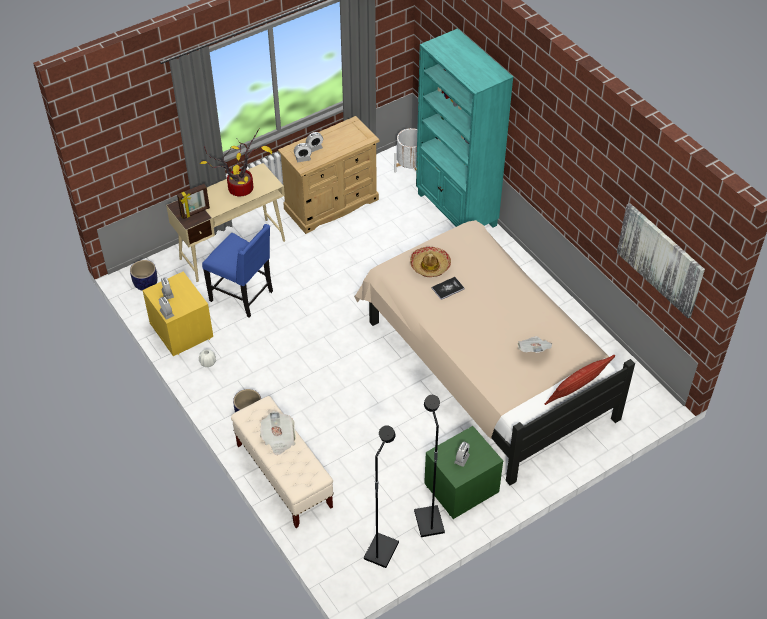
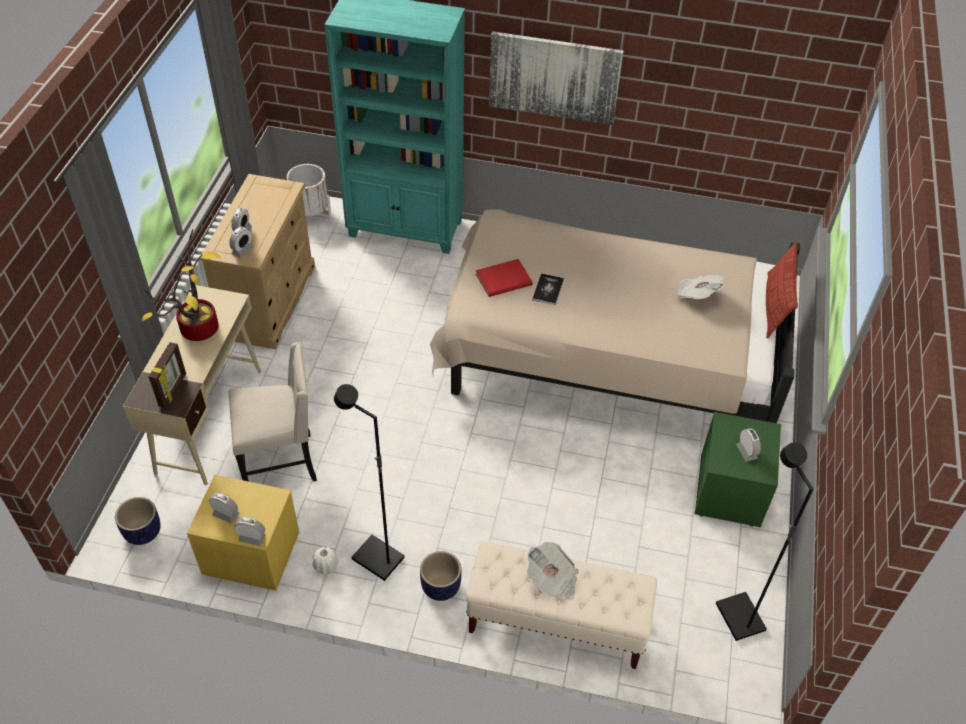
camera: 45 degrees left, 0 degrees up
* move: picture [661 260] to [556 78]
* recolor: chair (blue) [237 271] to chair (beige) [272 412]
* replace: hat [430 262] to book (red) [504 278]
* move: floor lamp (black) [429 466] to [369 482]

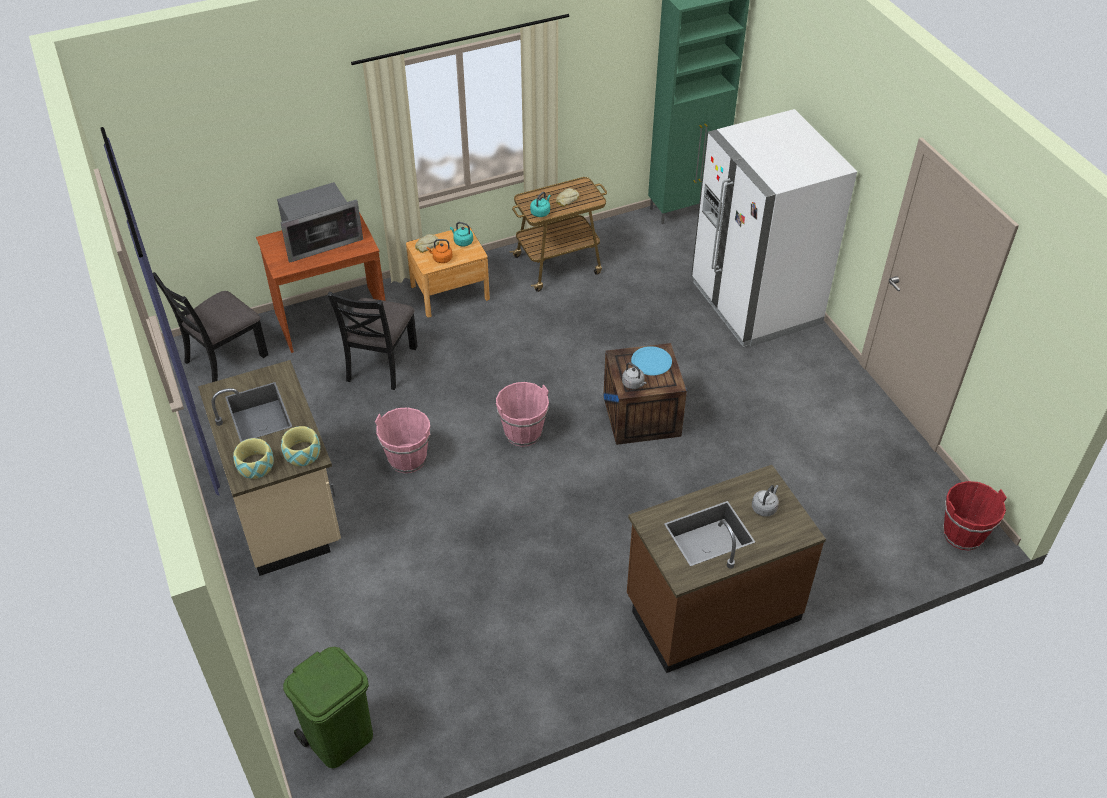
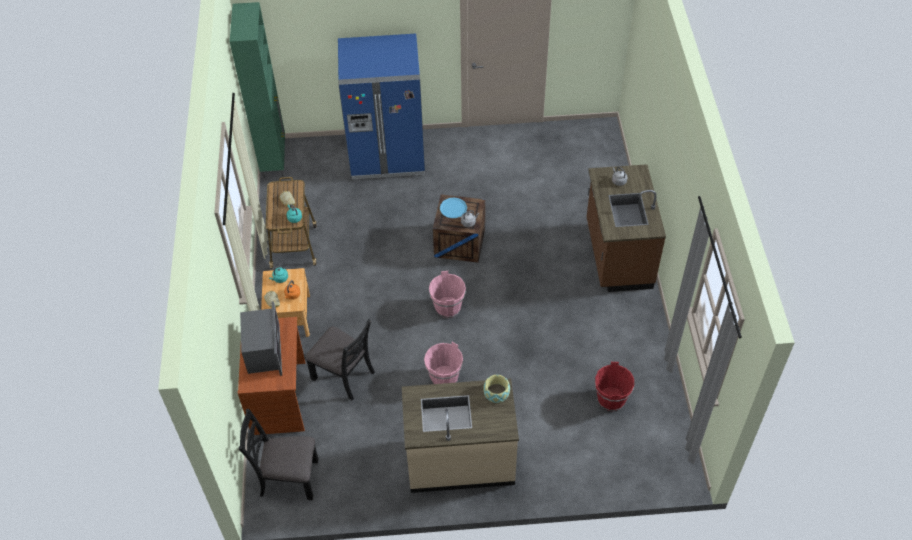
camera: 70 degrees left, 5 degrees up
* recolor: fridge (white) [774 228] to fridge (blue) [381 106]
* rotate: chair (black) [210 327] = [278 454] 120 degrees clockwise
* delete: bowl [253 458]
* move: bucket (red) [975 515] to [614 386]
* delete: trash can (green) [328 708]

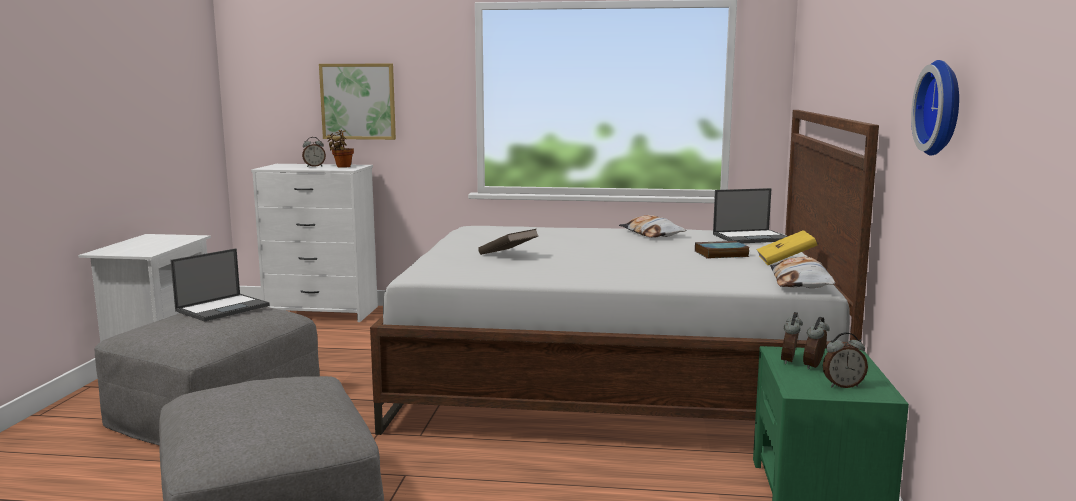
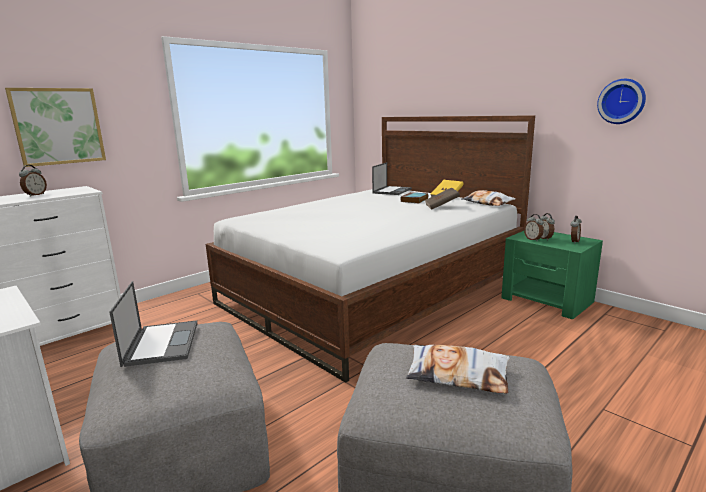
camera: 50 degrees left, 5 degrees up
* delete: potted plant [340 149]
* move: pillow [652 226] to [458 369]
* move: book (brown) [508 242] to [442 199]

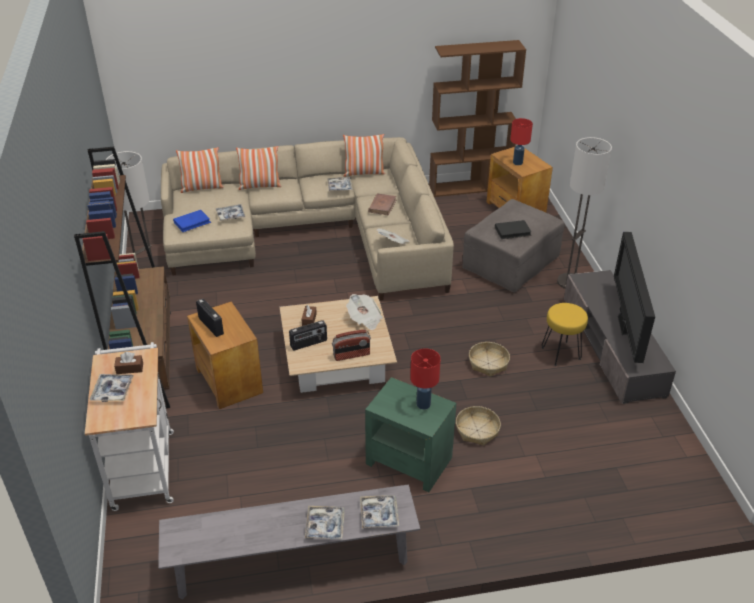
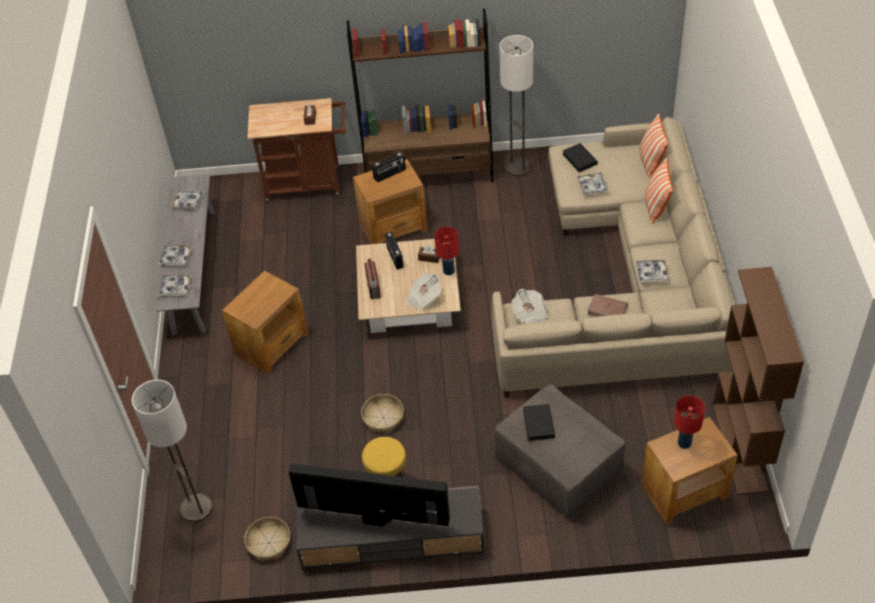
camera: 100 degrees right, 10 degrees up
* delete: pillow [364 155]
* move: floor lamp [584 213] to [172 451]
* recolor: book (blue) [192 221] to book (black) [580 157]
* recolor: cart (white) [129 426] to cart (brown) [296 150]
* move: table lamp (red) [425 379] to [446 251]
* move: tray [111 388] to [187 199]
* recolor: side table (green) [410 434] to side table (brown) [265 322]
* move: basket [478 426] to [267 538]

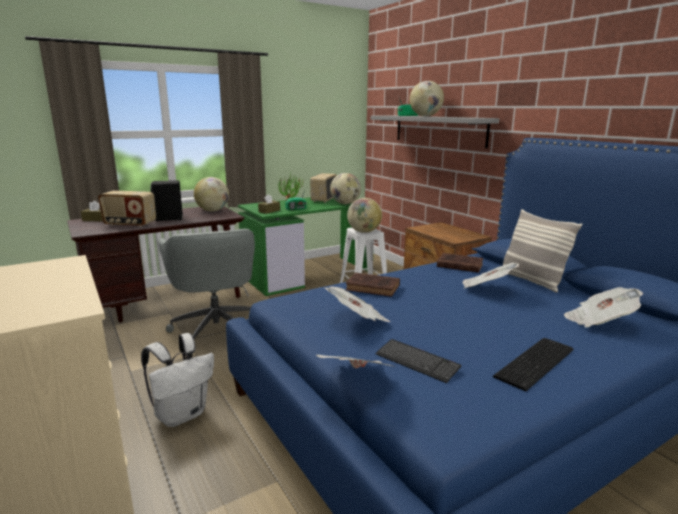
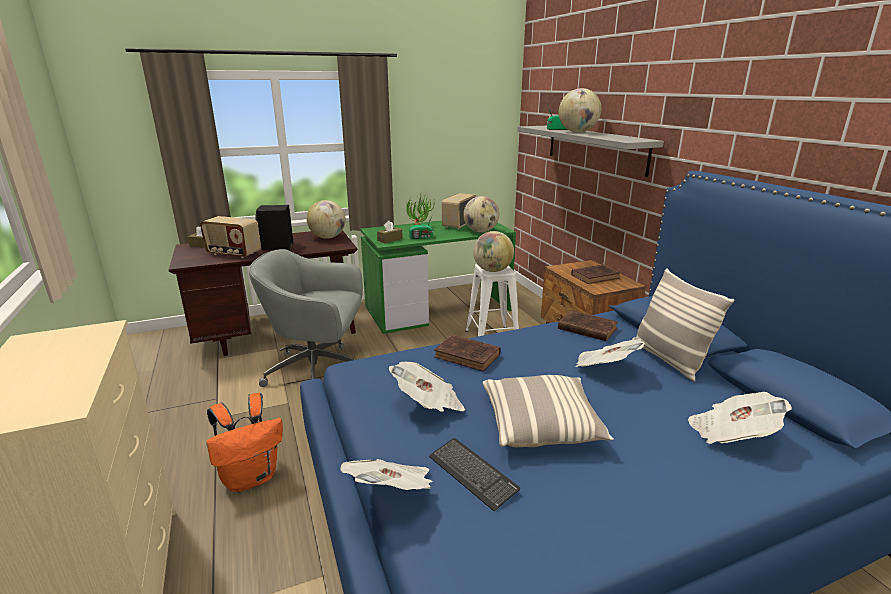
camera: 10 degrees right, 5 degrees up
* rotate: office chair (grey) [206 284] = [306 318] 105 degrees clockwise
* recolor: backpack (white) [177 380] to backpack (orange) [244 442]
* delete: keyboard [533 365]
* insert: book (brown) [596 274]
* insert: pillow [548 411]

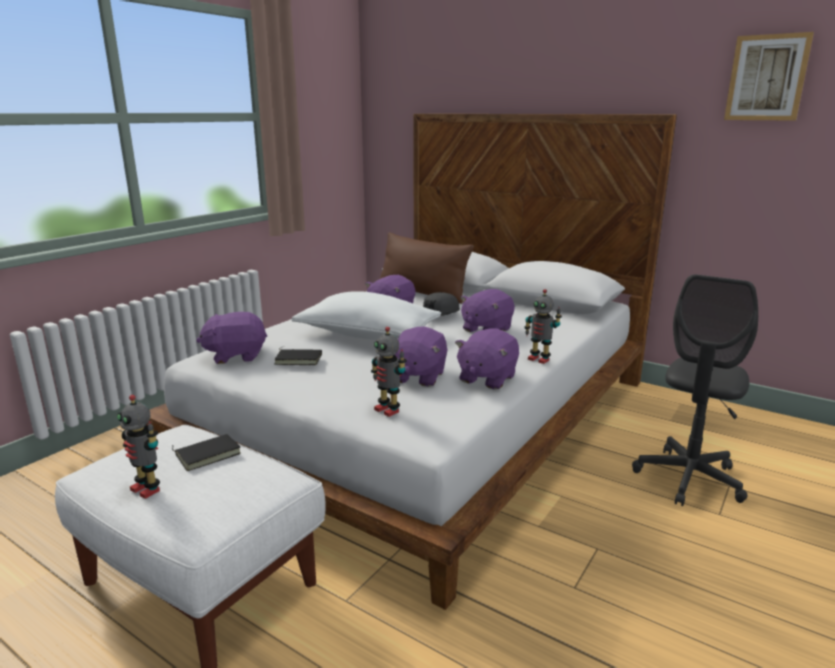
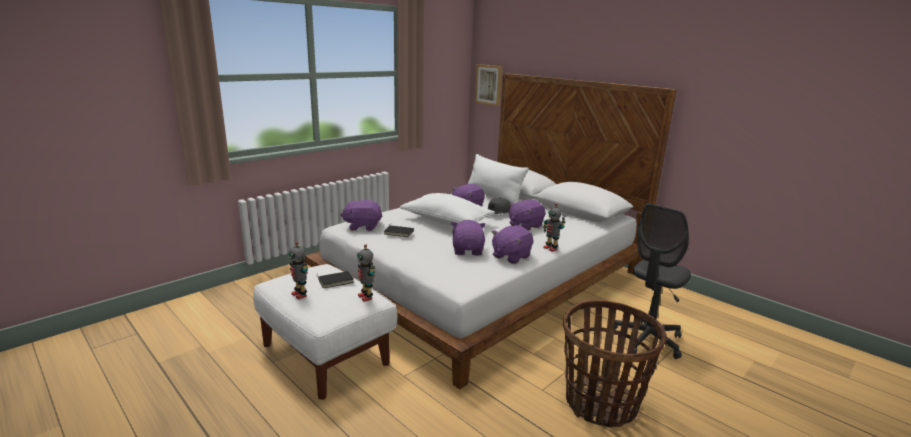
camera: 10 degrees right, 0 degrees up
* move: picture [769 76] to [488 85]
* recolor: pillow (brown) [427 268] to pillow (white) [498 179]
* rotate: plush toy (purple) [421 356] = [468 237] 150 degrees clockwise
* move: toy robot [389 372] to [366 273]
* insert: basket [615 363]

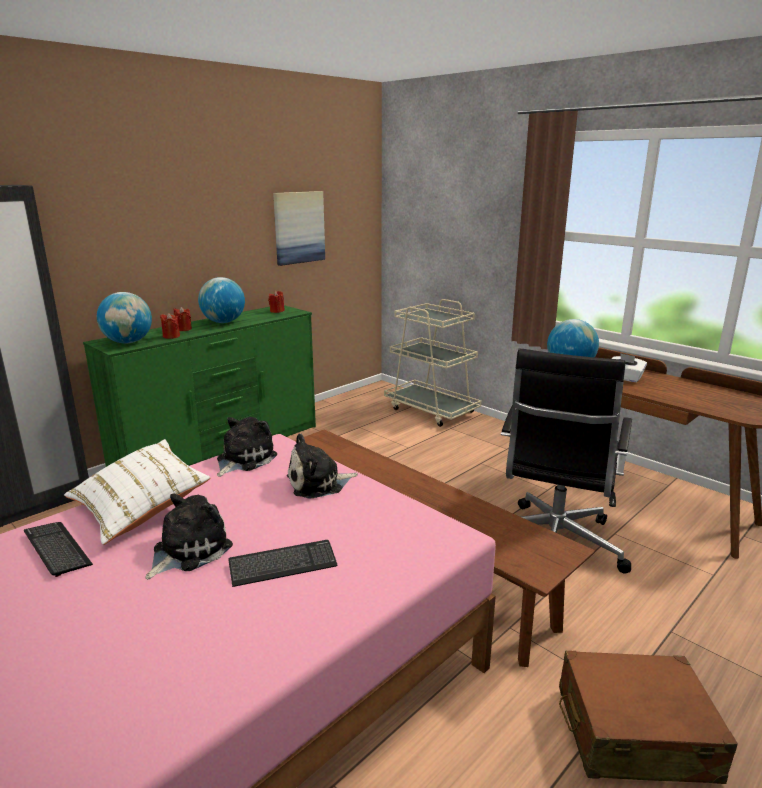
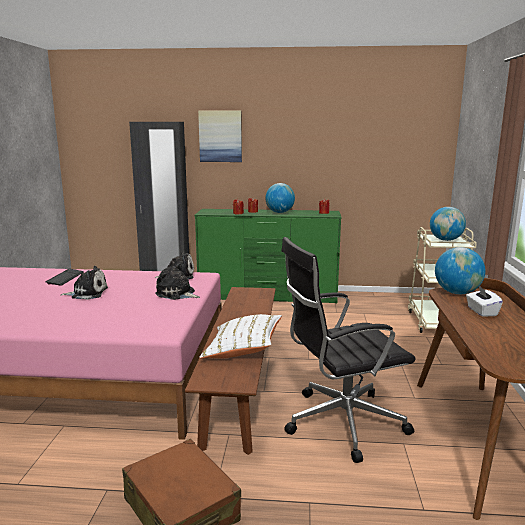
camera: 50 degrees right, 5 degrees down
* move: picture [299 228] to [220 136]
* move: globe [124 318] to [448 224]
* move: pillow (white) [137 492] to [240 336]
* delete: keyboard [283 563]

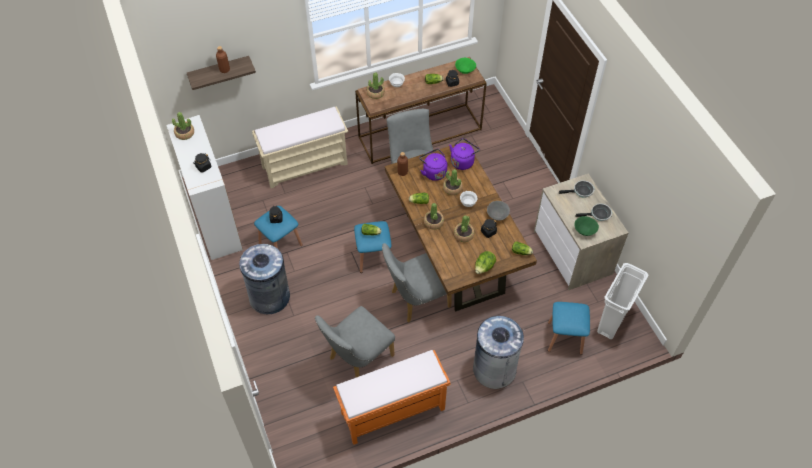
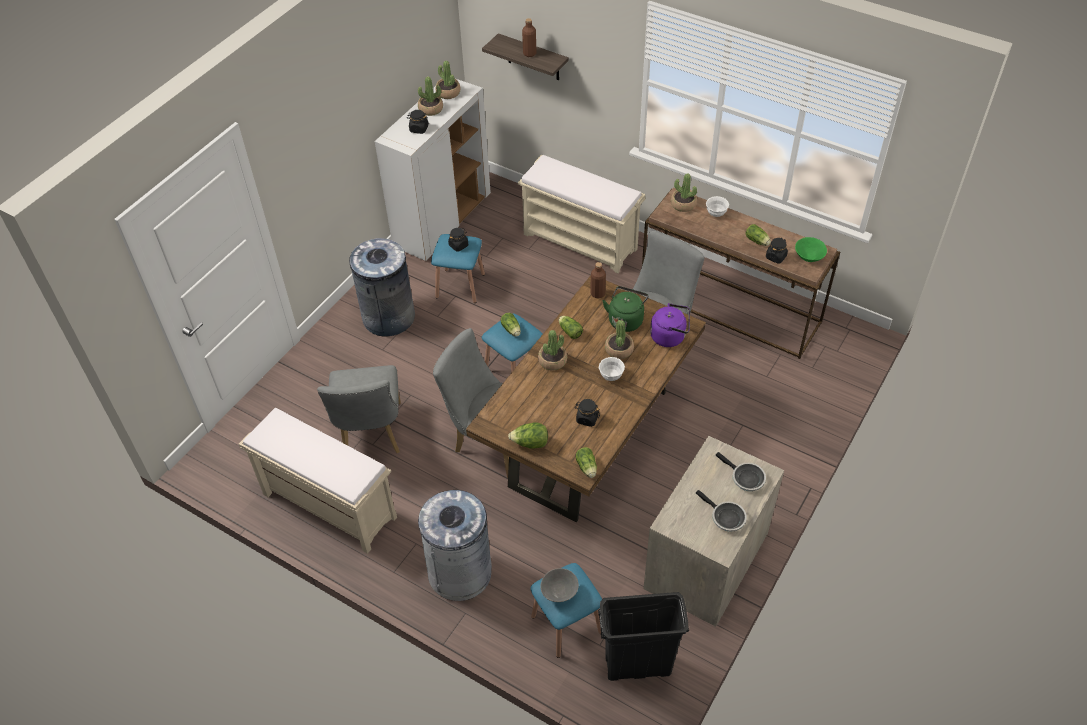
camera: 55 degrees right, 5 degrees down
* recolor: kettle (purple) [433 165] to kettle (green) [626 309]
* move: bowl (grey) [498 211] to [559 585]
* move: potted plant [464 229] to [430 96]
* delete: bowl (green) [586 226]
* recolor: trash can (white) [622 301] to trash can (black) [643 636]
* rotate: chair (grey) [355 342] = [359 409] 105 degrees counterclockwise
* recolor: bench (orange) [392 397] to bench (beige) [318 481]

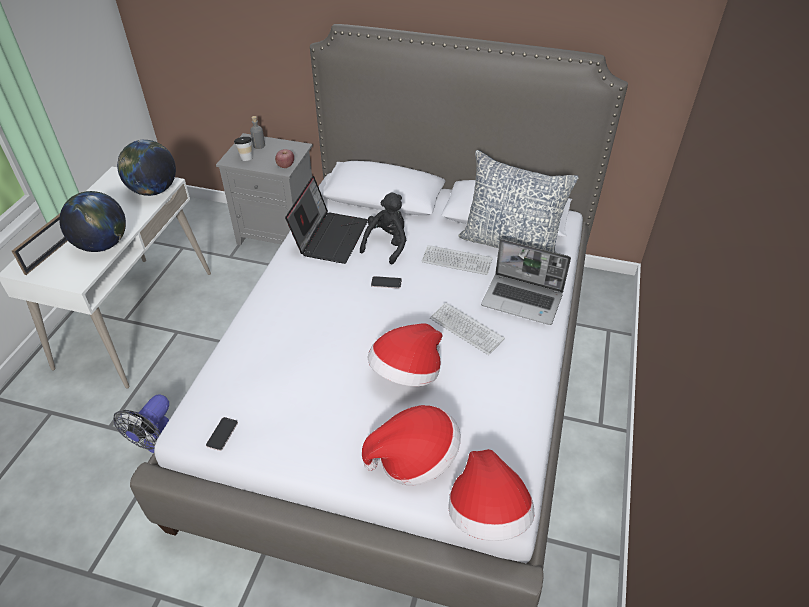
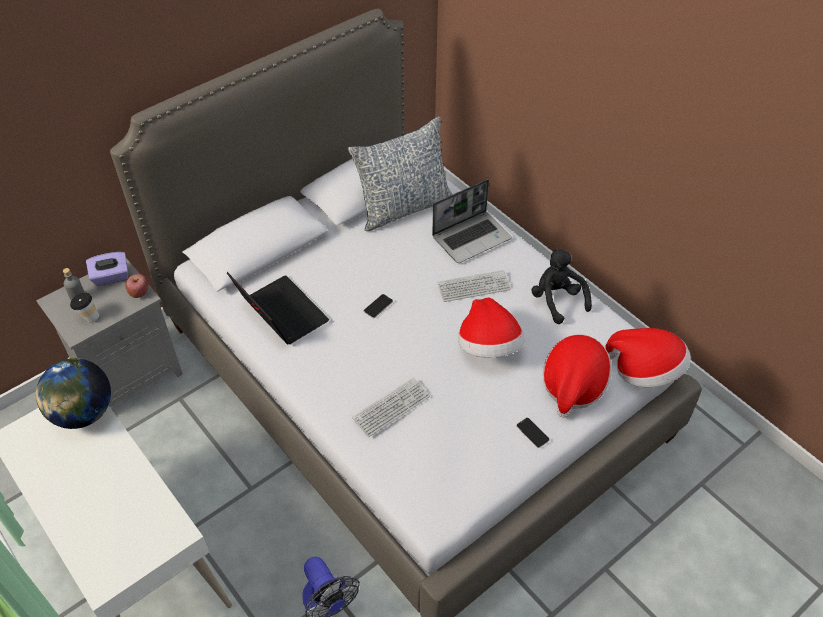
camera: 55 degrees left, 5 degrees up
* delete: globe [92 221]
* move: plush toy (black) [383 228] to [561 286]
* delete: picture frame [40 244]
* move: keyboard [457 260] to [391 407]
* move: phone [222 434] to [533 433]
* insert: tissue box (purple) [107 269]

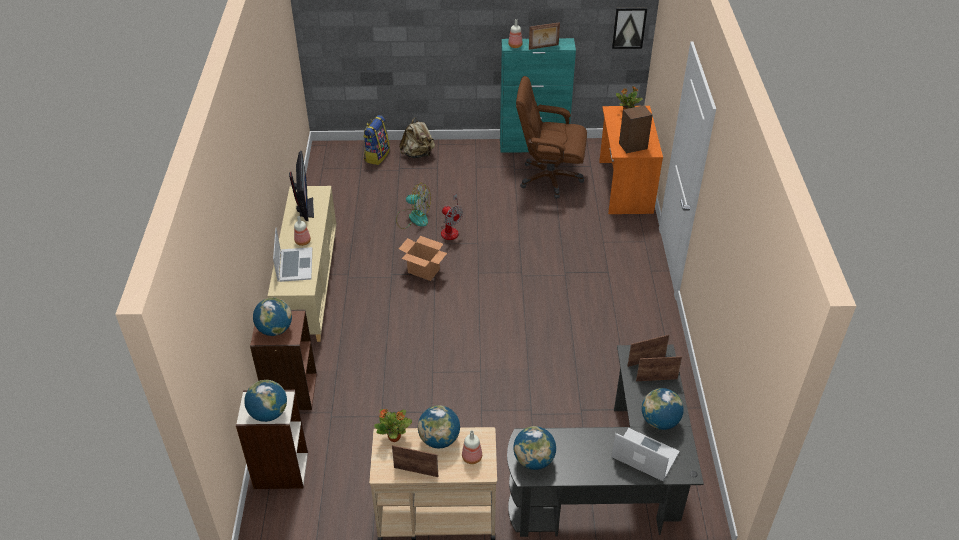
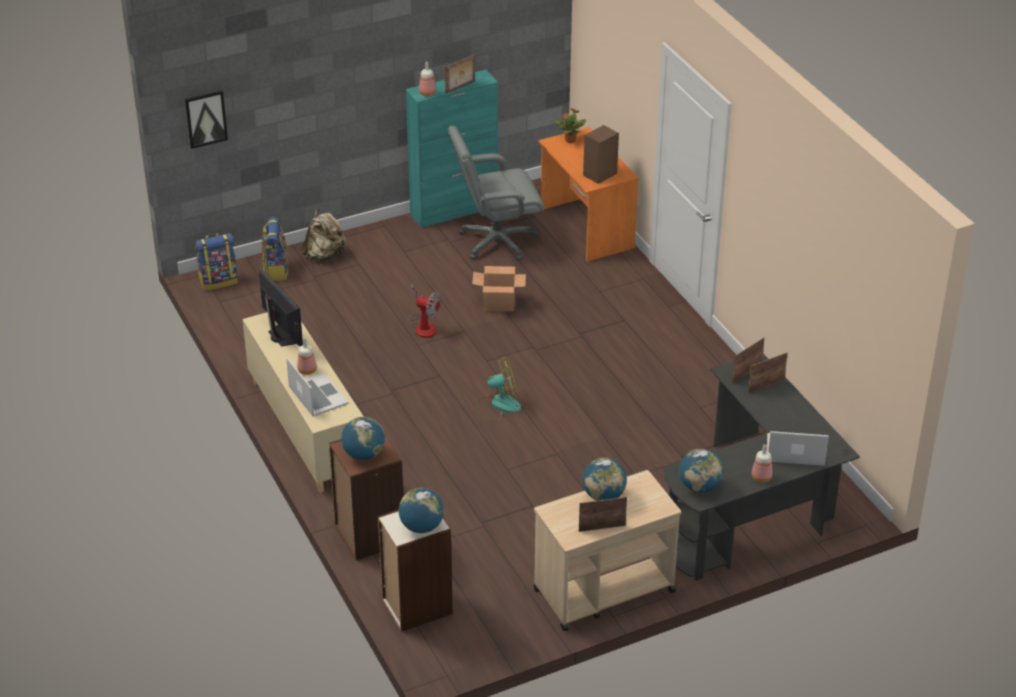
camera: 25 degrees left, 5 degrees down
* move: picture [629 28] to [206 119]
* recolor: office chair (brown) [551 137] to office chair (grey) [496 193]
* move: fan [413 206] to [498 389]
* move: cardboard box [423 258] to [499 289]
* delete: globe [663 409]
* delete: potted plant [393 425]
* move: bottle [472 447] to [762 463]
* insert: backpack [216 262]

